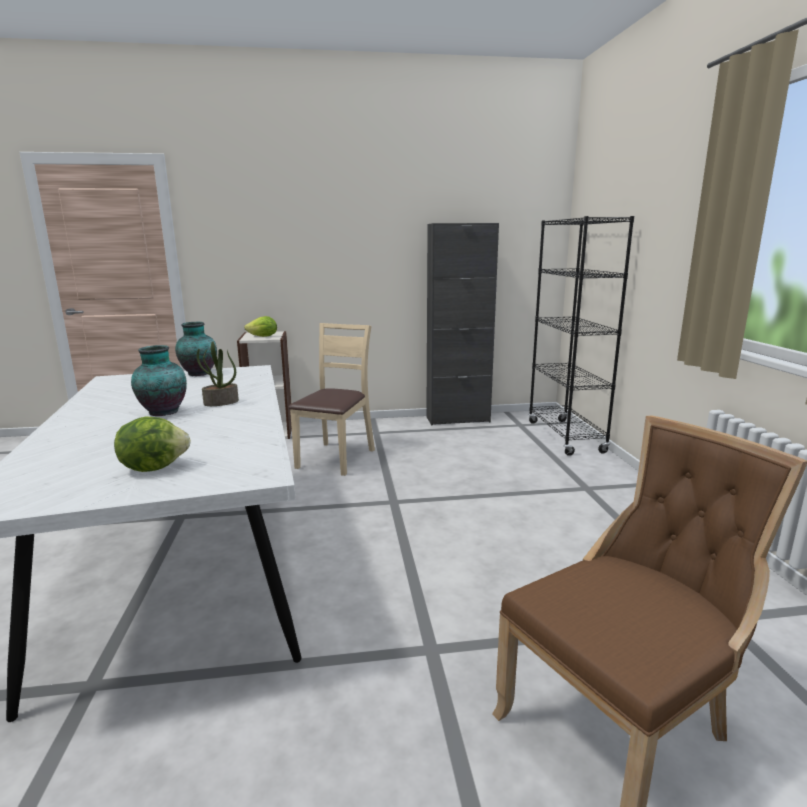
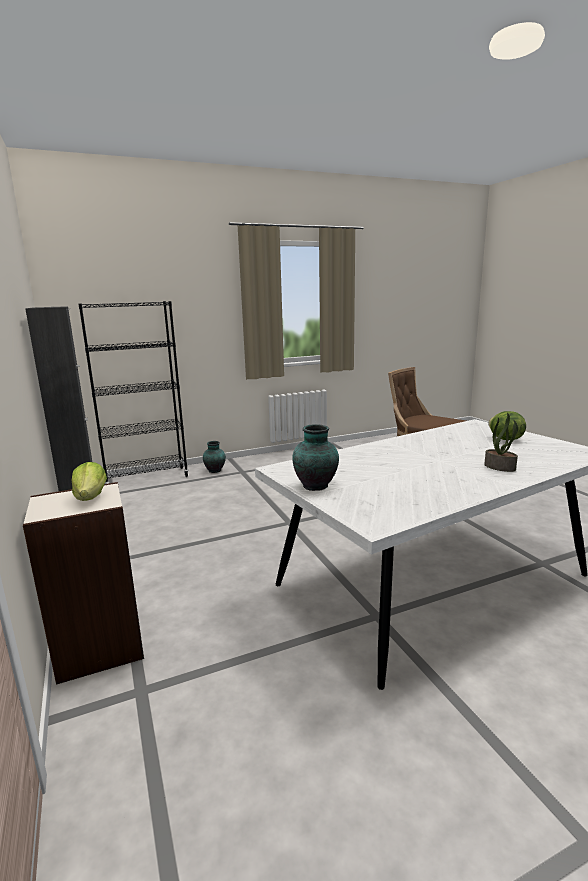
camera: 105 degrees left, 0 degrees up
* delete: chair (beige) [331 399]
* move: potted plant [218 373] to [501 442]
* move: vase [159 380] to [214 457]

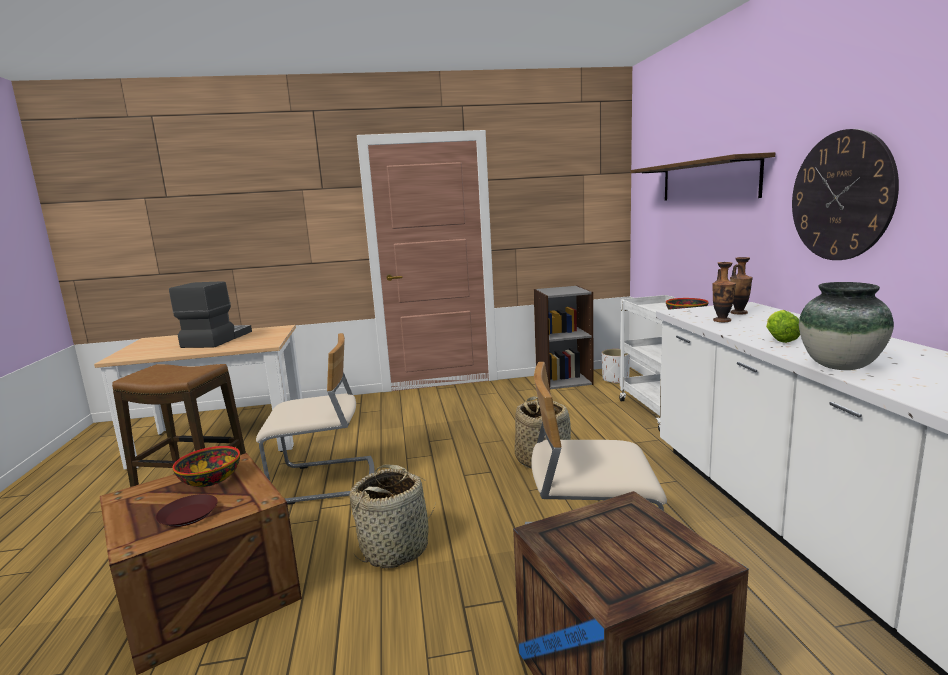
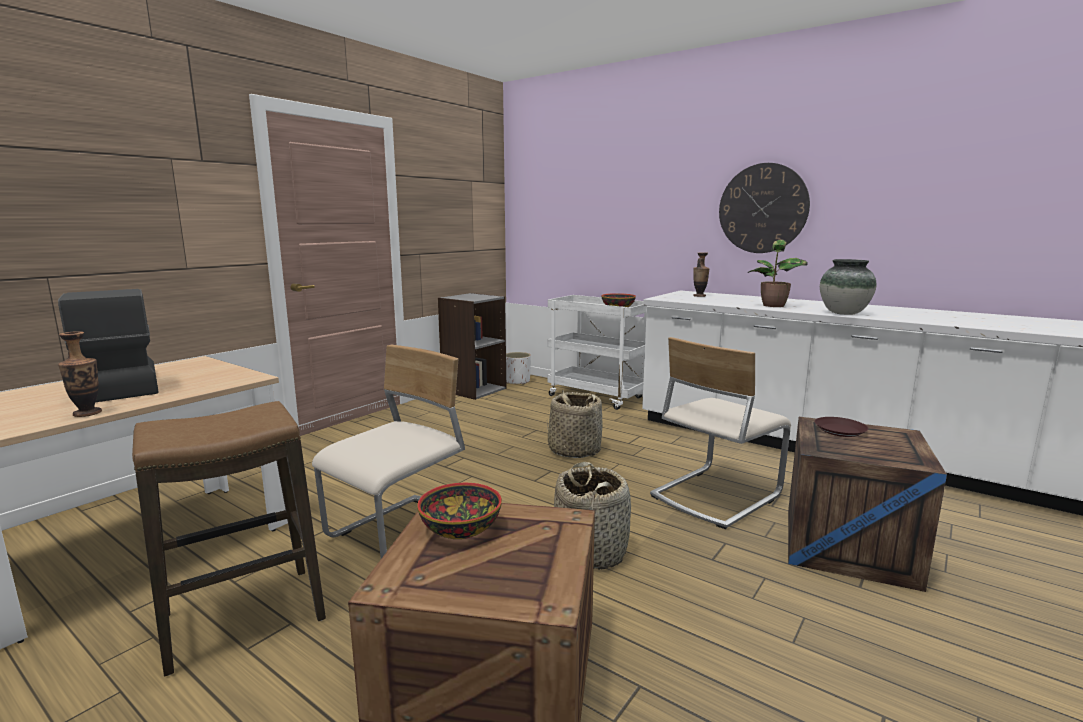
camera: 45 degrees left, 0 degrees up
* delete: shelf [703 176]
* move: vase [724 292] to [80 374]
* replace: lettuce [783 326] to potted plant [778 273]
* move: plate (brown) [186 510] to [841 427]

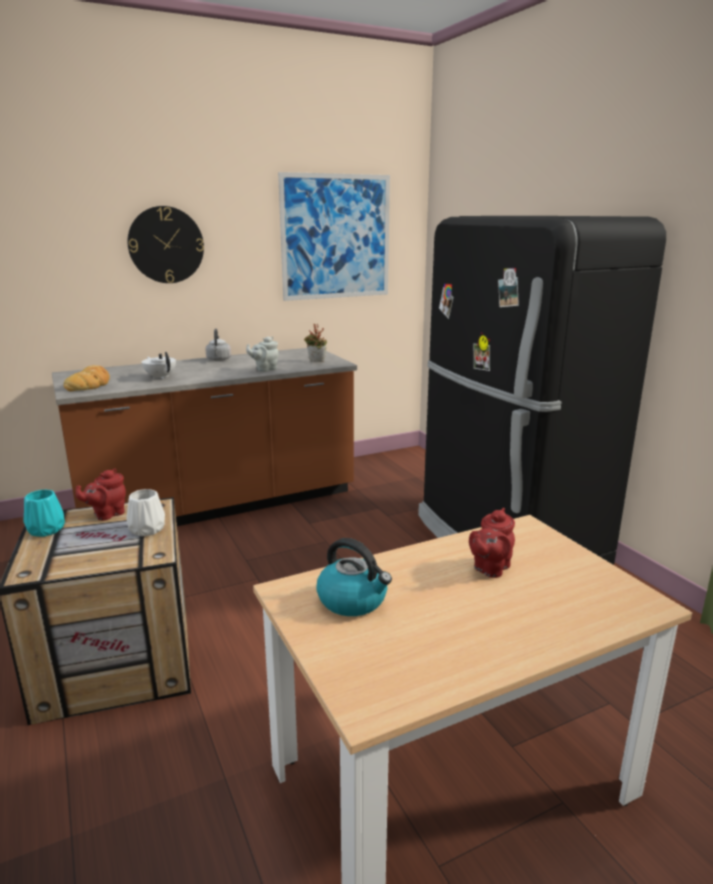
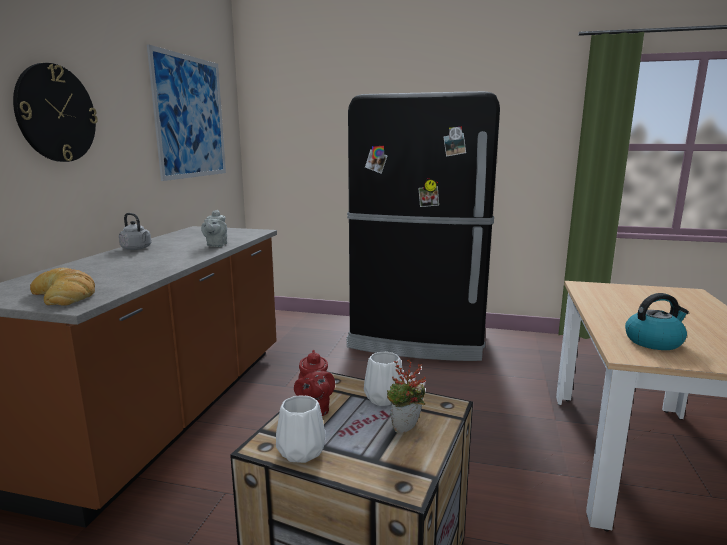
camera: 50 degrees left, 5 degrees down
* move: potted plant [315 342] to [406 396]
* delete: teapot (white) [159 365]
* recolor: vase (turquoise) [44 513] to vase (white) [301 429]
* delete: teapot (red) [492 543]

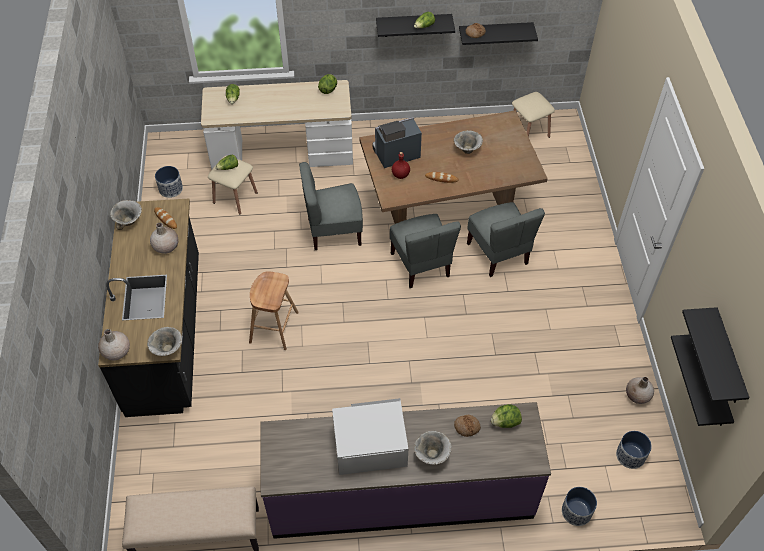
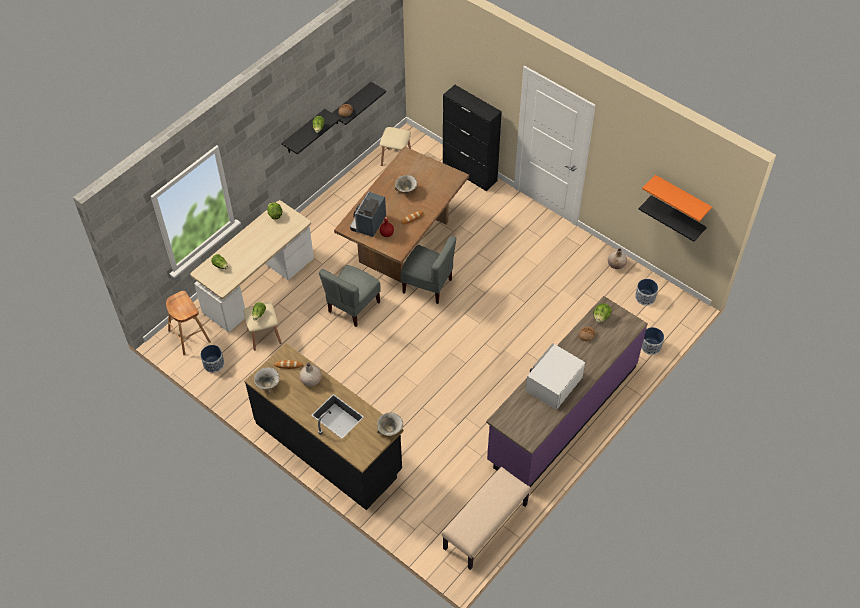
camera: 45 degrees left, 0 degrees up
* delete: chair (grey) [506 239]
* move: stool (brown) [274 310] to [188 323]
* recolor: shelf (black) [716 355] to shelf (orange) [677 198]
* delete: vase (beige) [114 344]
* delete: bowl [433 448]
* insert: cabinet (black) [472 138]

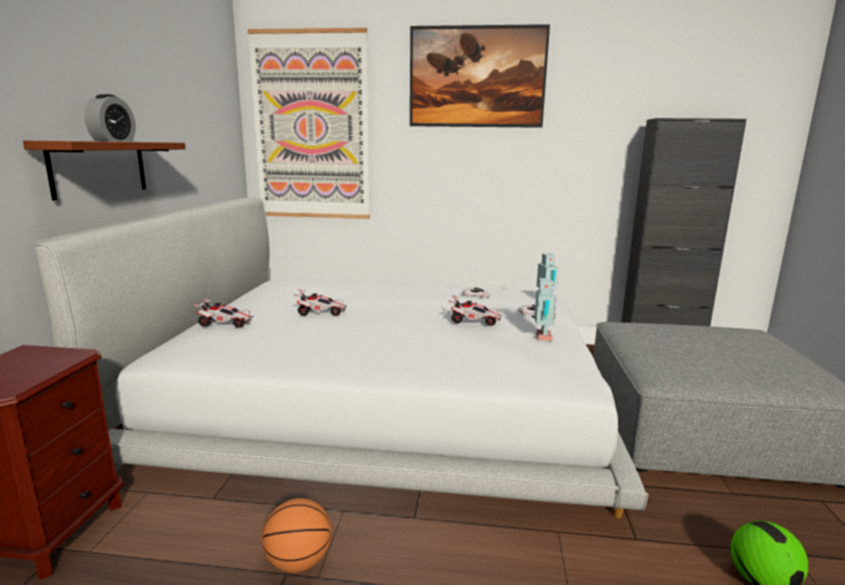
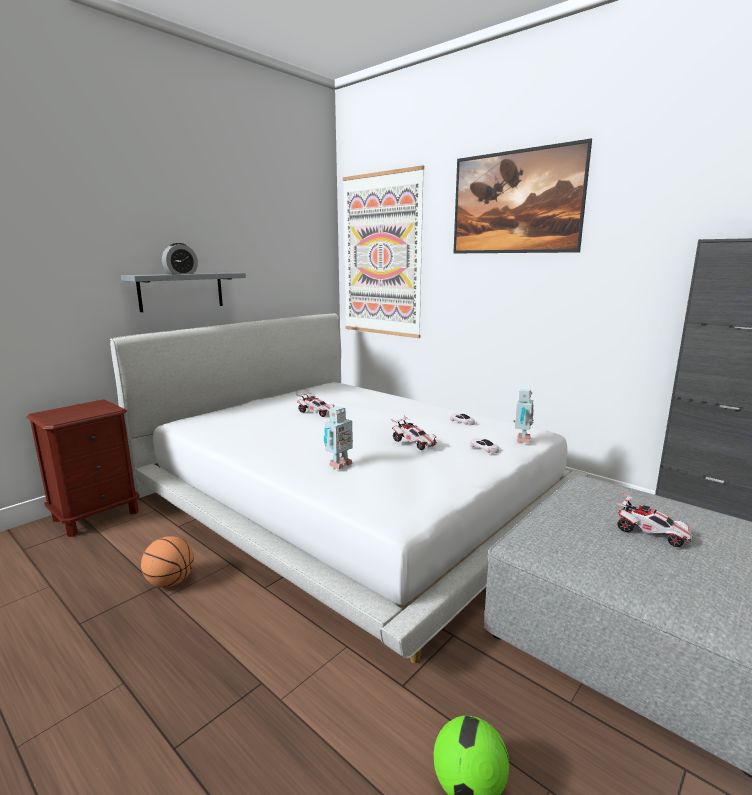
camera: 35 degrees right, 0 degrees up
* recolor: shelf (brown) [104 171] to shelf (grey) [183 292]
* move: toy robot [544 309] to [338 437]
* move: toy car [223 313] to [654 519]

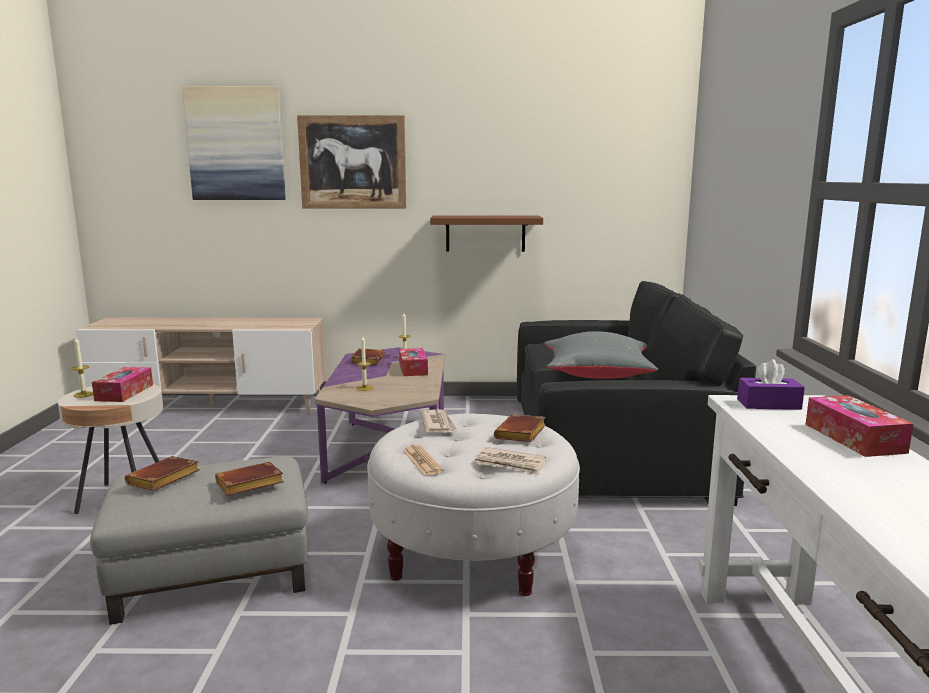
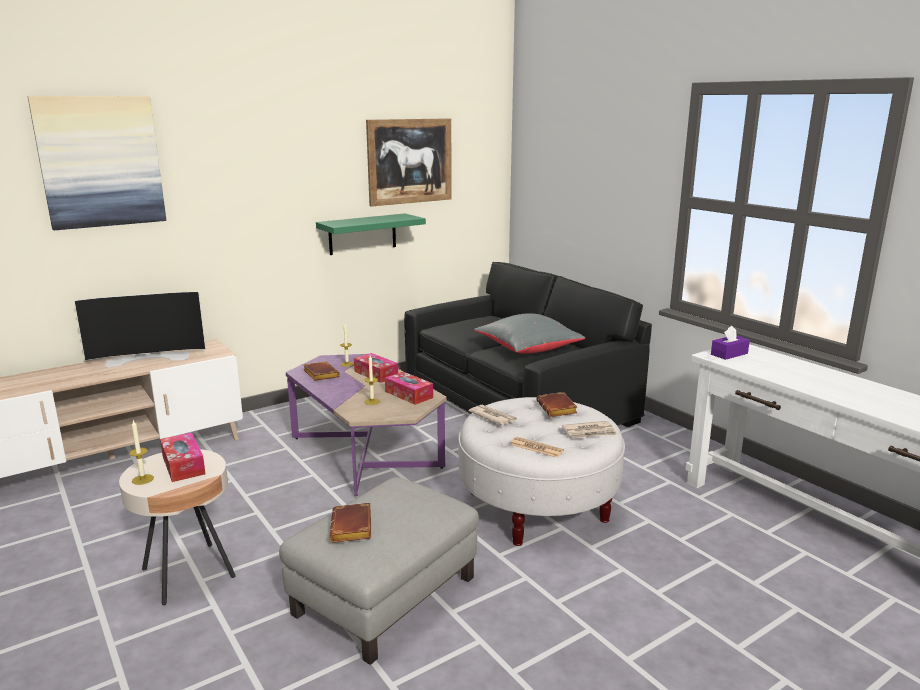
camera: 35 degrees left, 5 degrees up
* move: picture [351 161] to [409 162]
* recolor: shelf (brown) [486 233] to shelf (green) [371 234]
* move: tissue box [859 426] to [409 388]
* delete: book (brown) [249 479]
* insert: television [140 330]

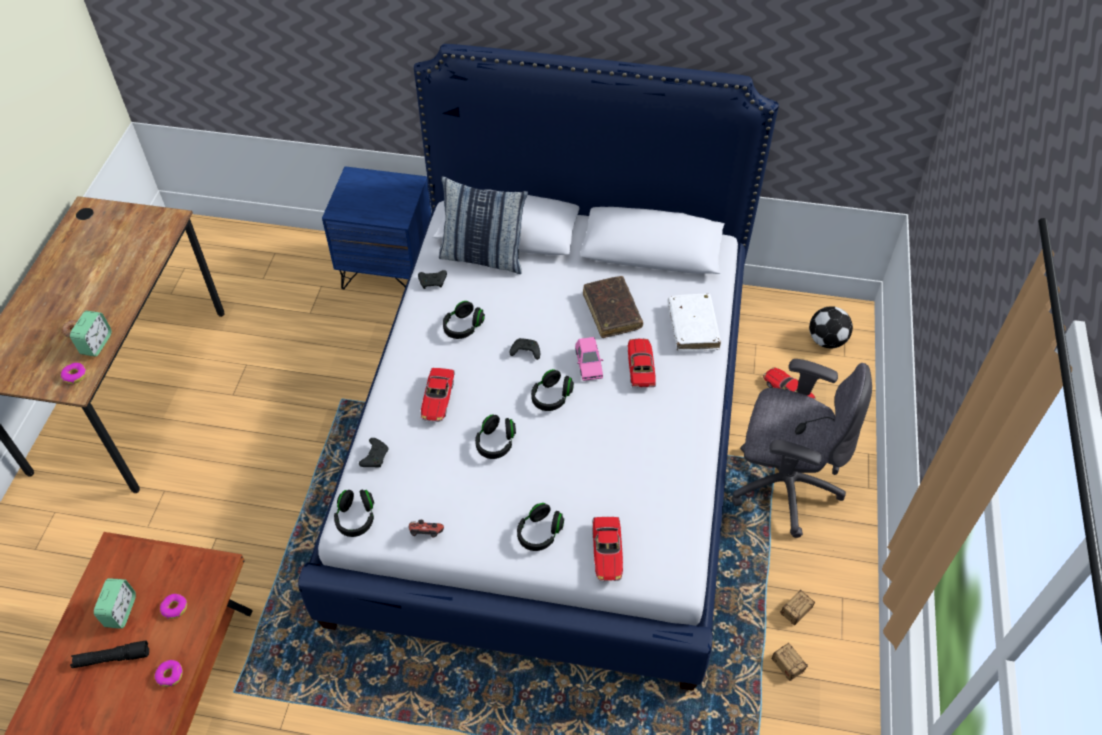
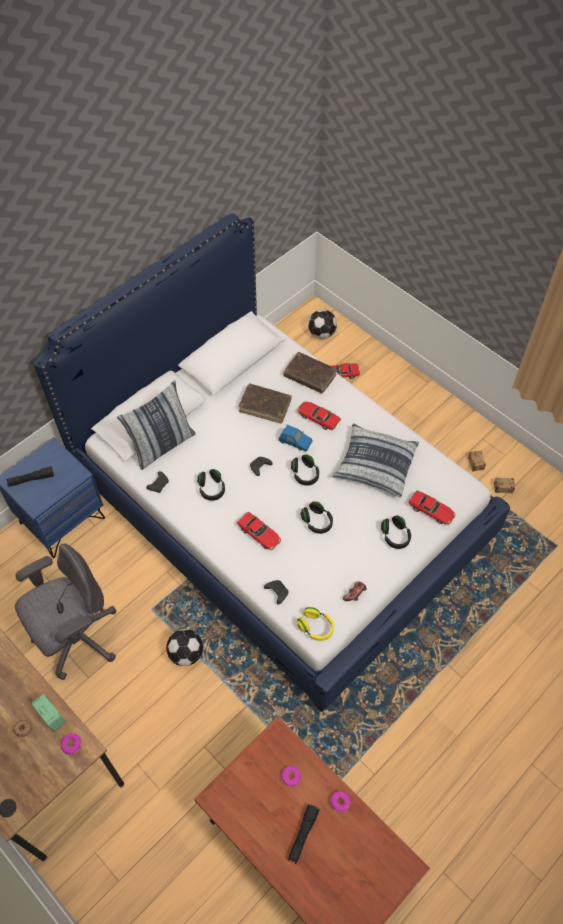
camera: 55 degrees left, 5 degrees up
* recolor: book (white) [694 322] to book (brown) [309 372]
* recolor: toy car (pink) [589 359] to toy car (blue) [296 438]
* move: office chair (grey) [802 448] to [66 612]
* recolor: headphones (black) [354 513] to headphones (yellow) [315 624]
* delete: alarm clock [115 603]
* insert: pillow [375 460]
* insert: flashlight (black) [30 476]
* insert: football [184 647]

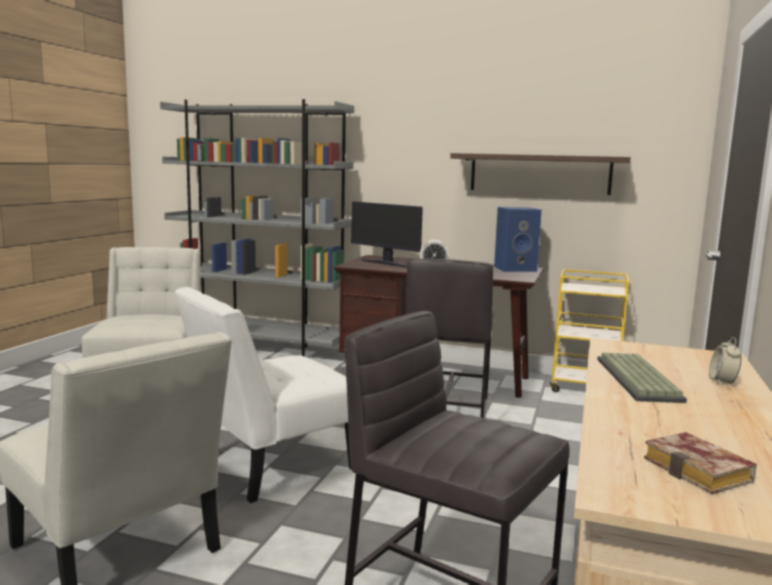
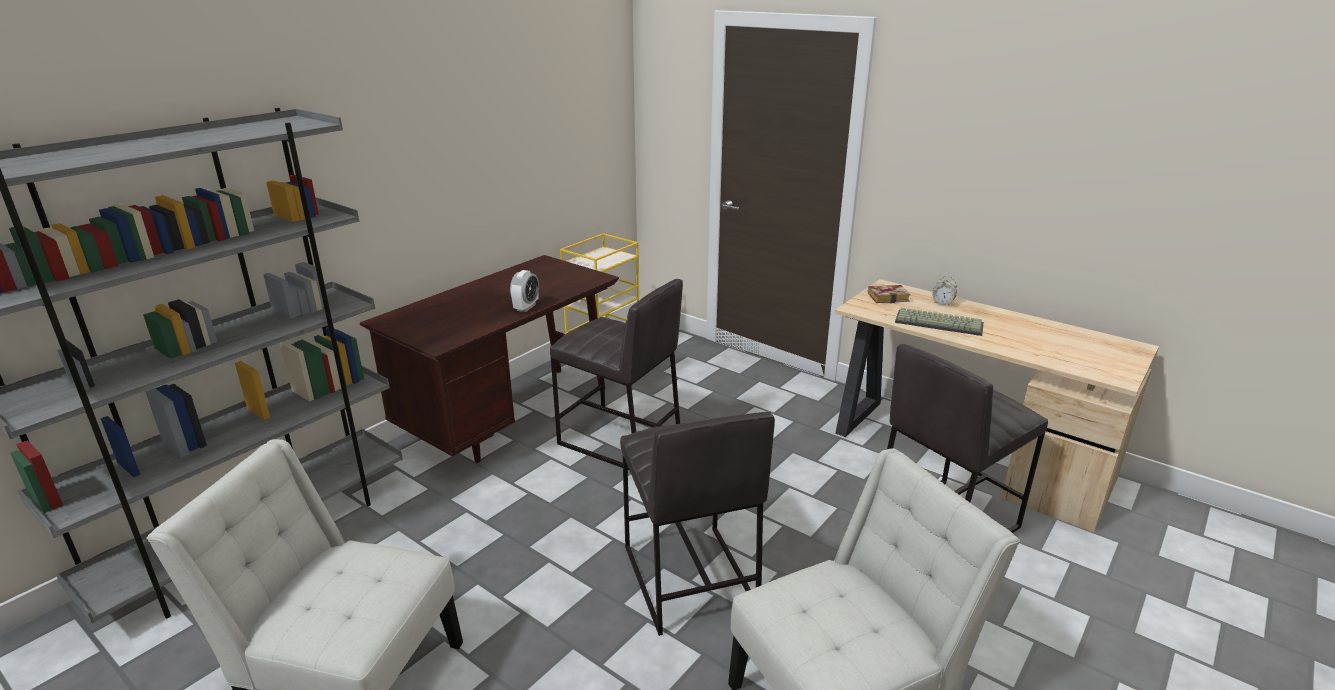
camera: 70 degrees left, 15 degrees up
* delete: shelf [540 174]
* delete: monitor [387 234]
* delete: speaker (blue) [518 239]
* replace: chair (white) [263 395] to stool (grey) [697 524]
* move: book [700 463] to [889 294]

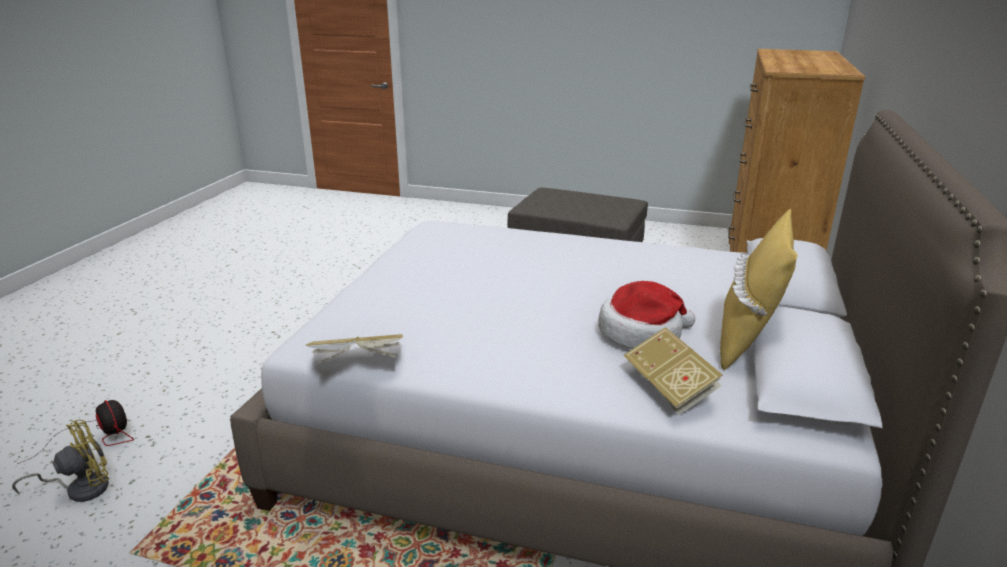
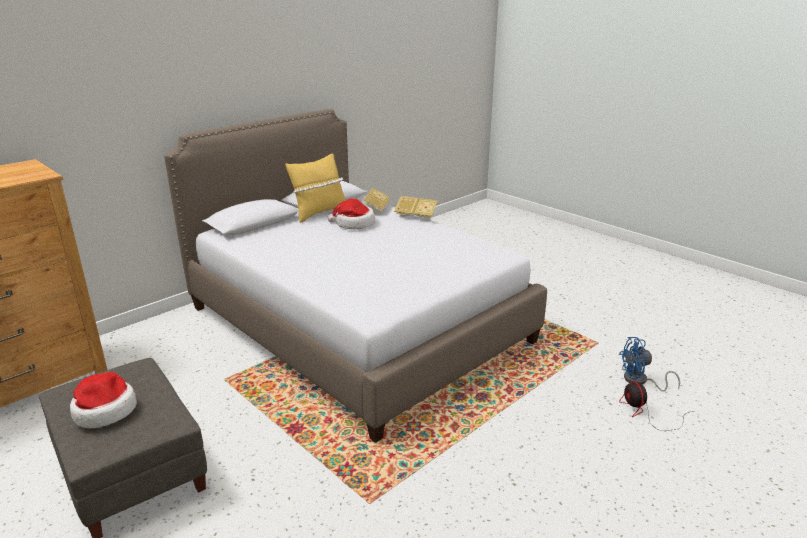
camera: 150 degrees left, 0 degrees up
* move: book [354 349] to [415 208]
* recolor: fan (yellow) [60 461] to fan (blue) [649 364]
* insert: hat [103 400]

